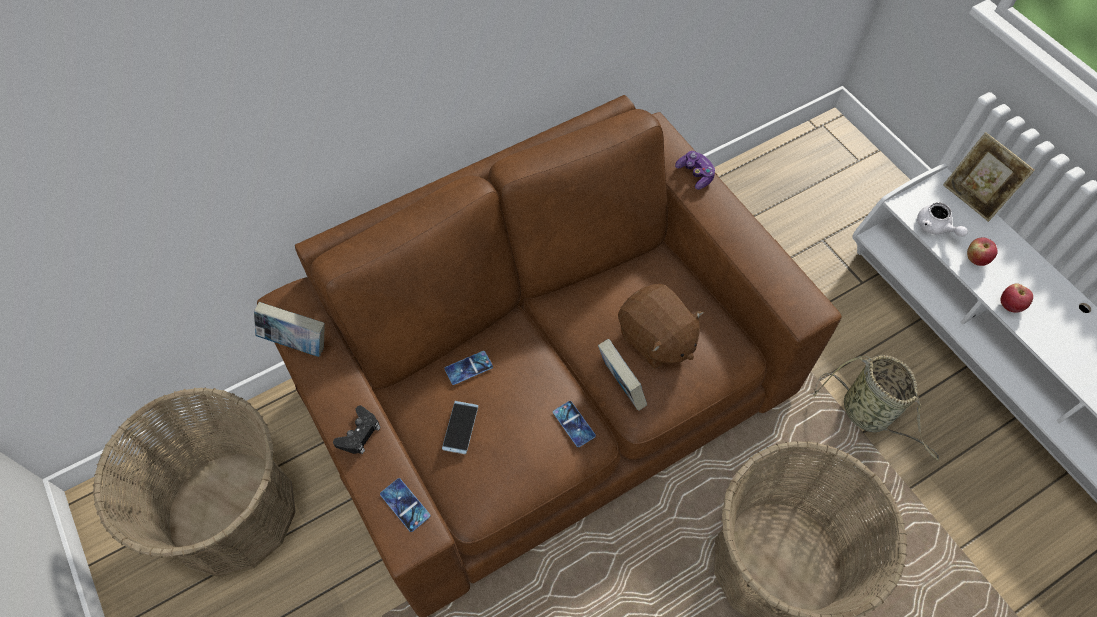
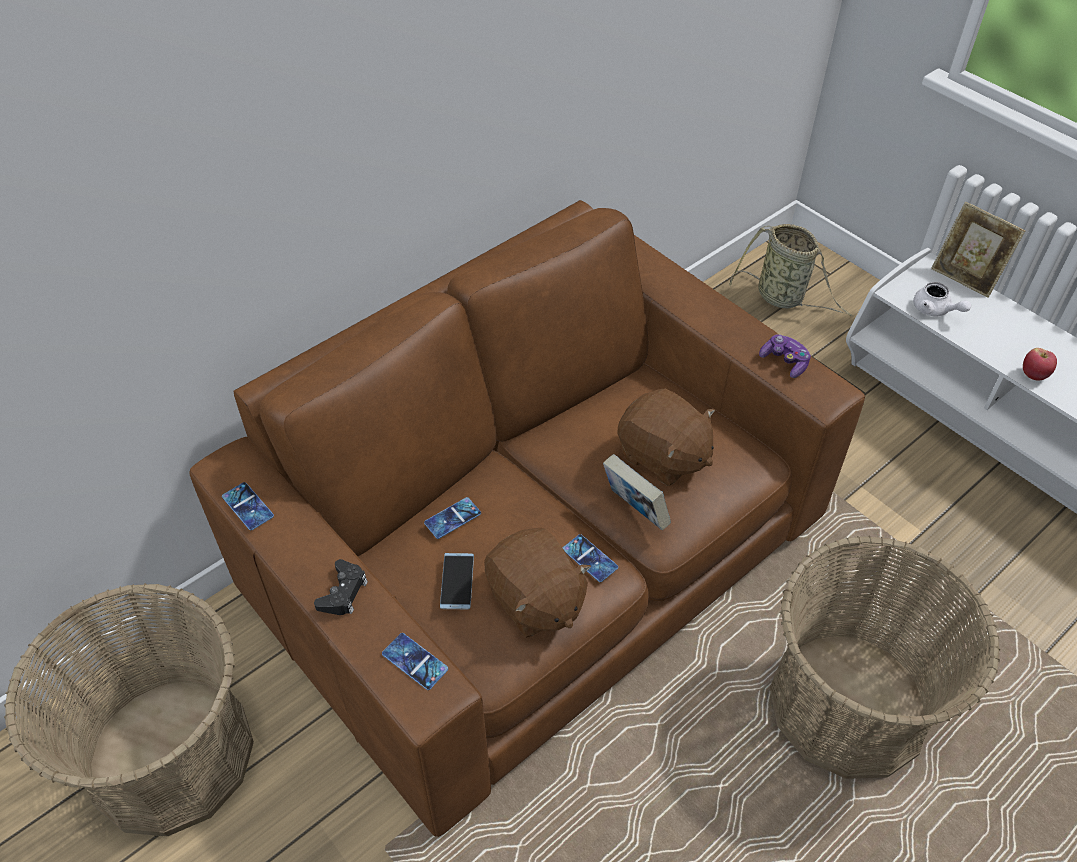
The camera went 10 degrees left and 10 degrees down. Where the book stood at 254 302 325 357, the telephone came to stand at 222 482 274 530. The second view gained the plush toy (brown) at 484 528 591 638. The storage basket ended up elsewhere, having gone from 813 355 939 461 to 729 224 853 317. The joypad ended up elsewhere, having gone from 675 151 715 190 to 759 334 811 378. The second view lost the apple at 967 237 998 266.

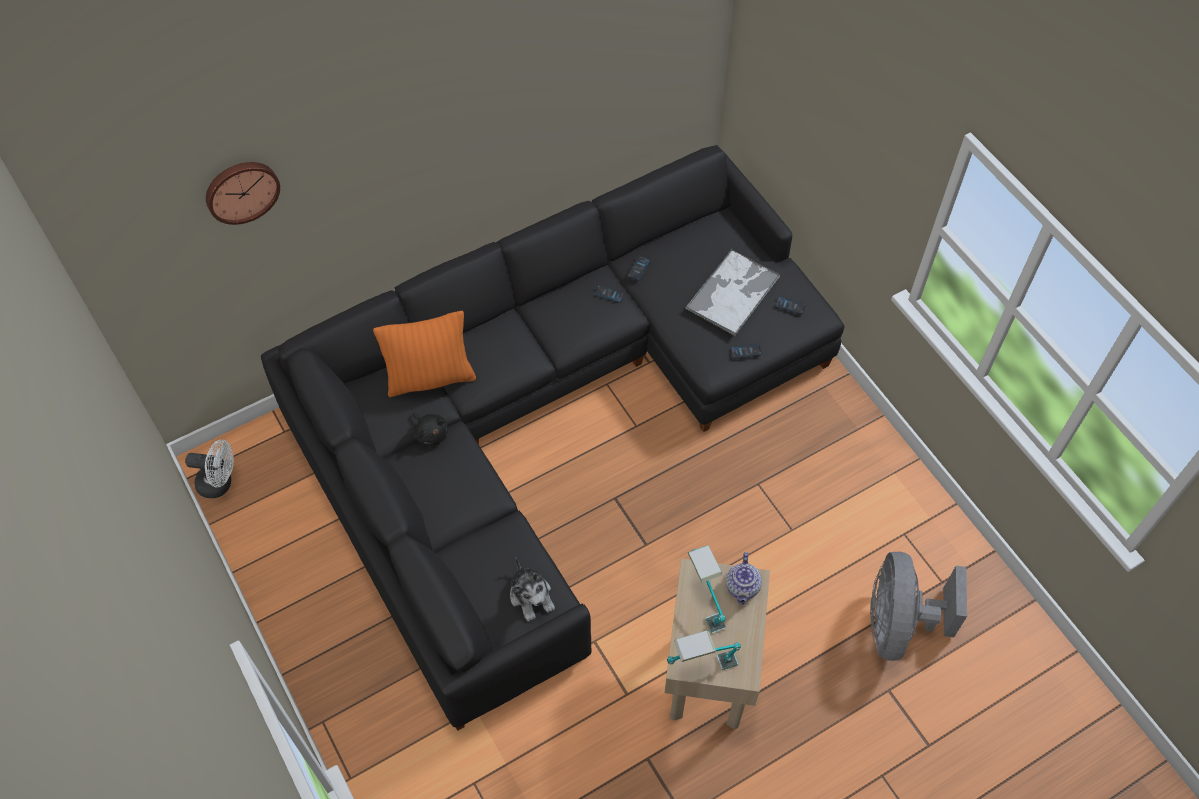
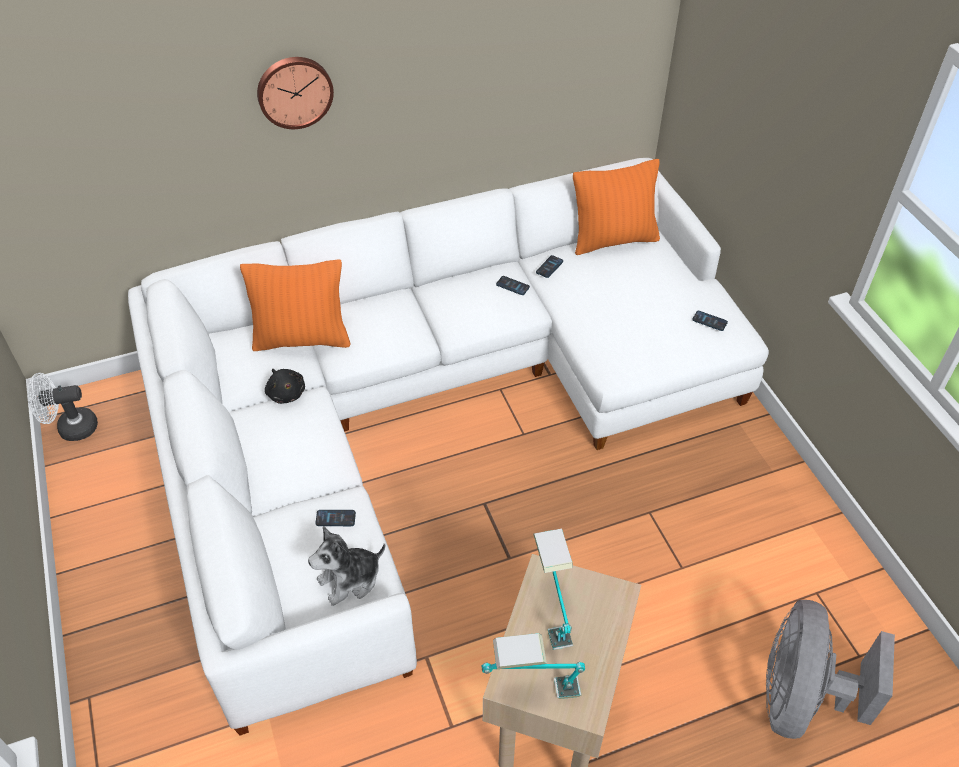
The camera went 10 degrees right and 10 degrees down. The electric fan (white) at 185 440 234 498 ended up facing another way, 150 degrees clockwise from before. What was the sofa (blackish) at 261 145 845 730 turned into the sofa (white) at 128 158 769 736. The hanging clock ended up elsewhere, having gone from 206 162 280 225 to 257 57 334 129. The plush toy at 510 557 555 622 ended up facing another way, 75 degrees clockwise from before. The telephone ended up elsewhere, having gone from 730 343 762 359 to 315 510 356 526. The second view gained the pillow (orangey) at 573 159 660 255. The second view lost the tray at 685 249 780 337. The second view lost the tea pot at 726 552 762 605.

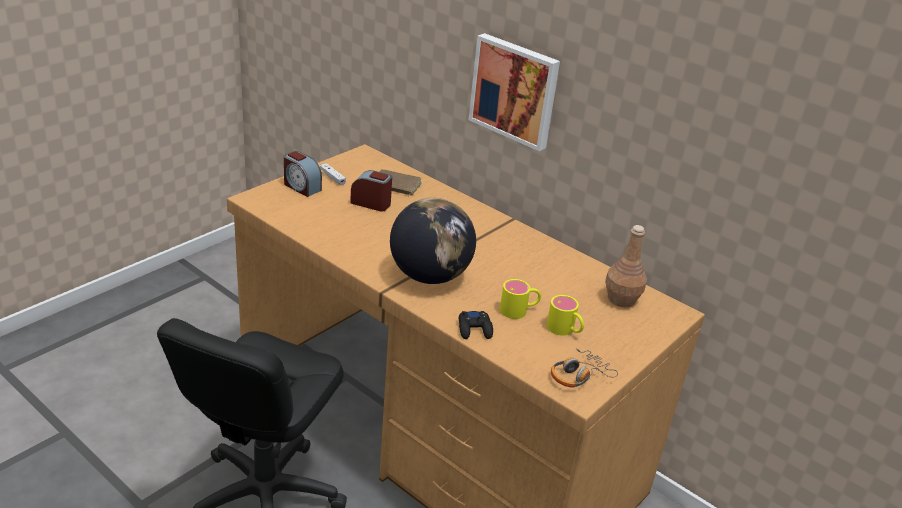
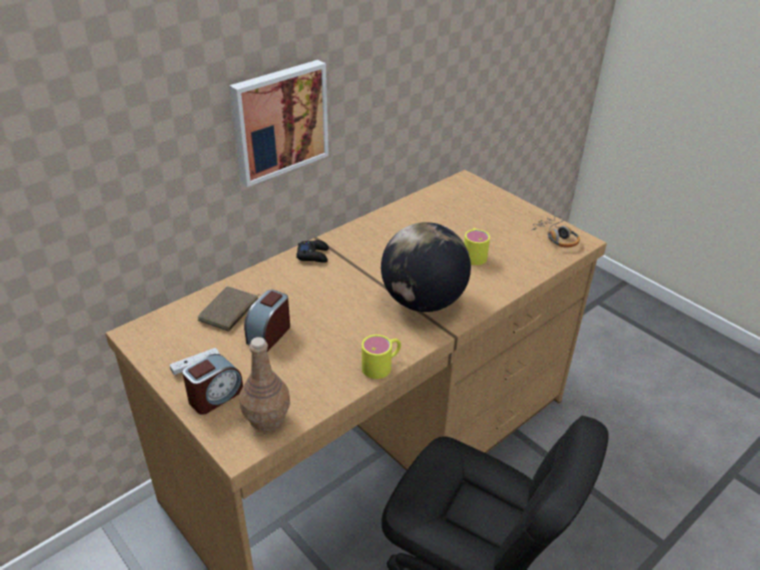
The camera went 80 degrees left and 5 degrees up. The bottle (brown) ended up elsewhere, having gone from 605 225 647 307 to 239 337 290 431. The joypad (blackish) ended up elsewhere, having gone from 459 311 493 339 to 296 240 329 263. The tea mug (yellowish) ended up elsewhere, having gone from 546 295 584 336 to 362 335 401 379.

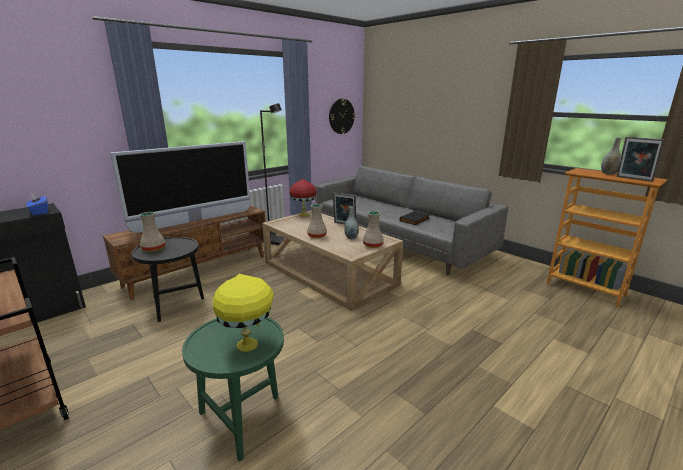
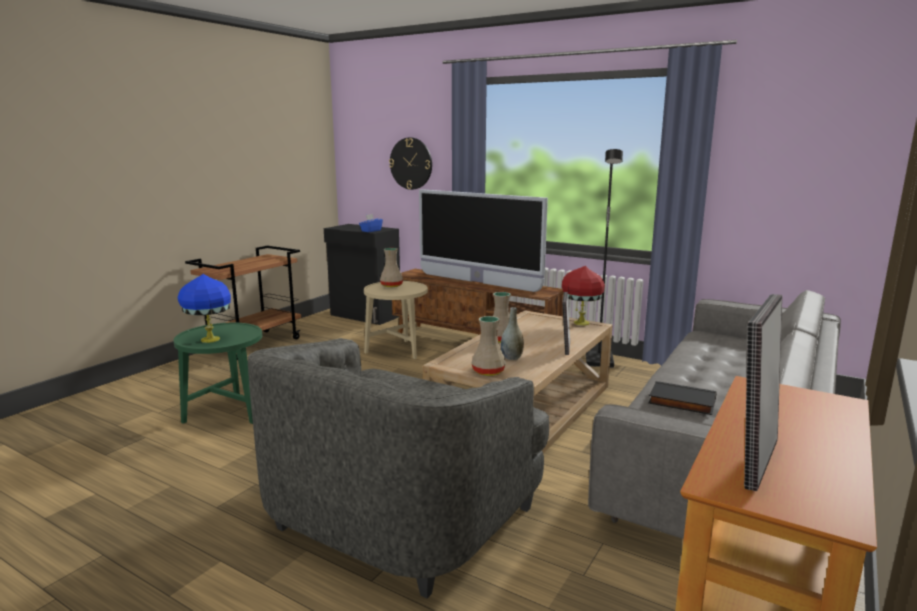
The camera went 75 degrees right and 5 degrees down. What was the lamp for a table (yellowish) at 213 274 274 352 turned into the lamp for a table (bluish) at 177 274 231 343. The second view gained the armchair (grey) at 248 338 549 598. What was the end table (blackish) at 131 237 204 322 turned into the end table (beige-coloured) at 364 281 428 359. The hanging clock ended up elsewhere, having gone from 329 99 355 134 to 389 138 432 190. The second view lost the vase (grey) at 601 137 621 175.

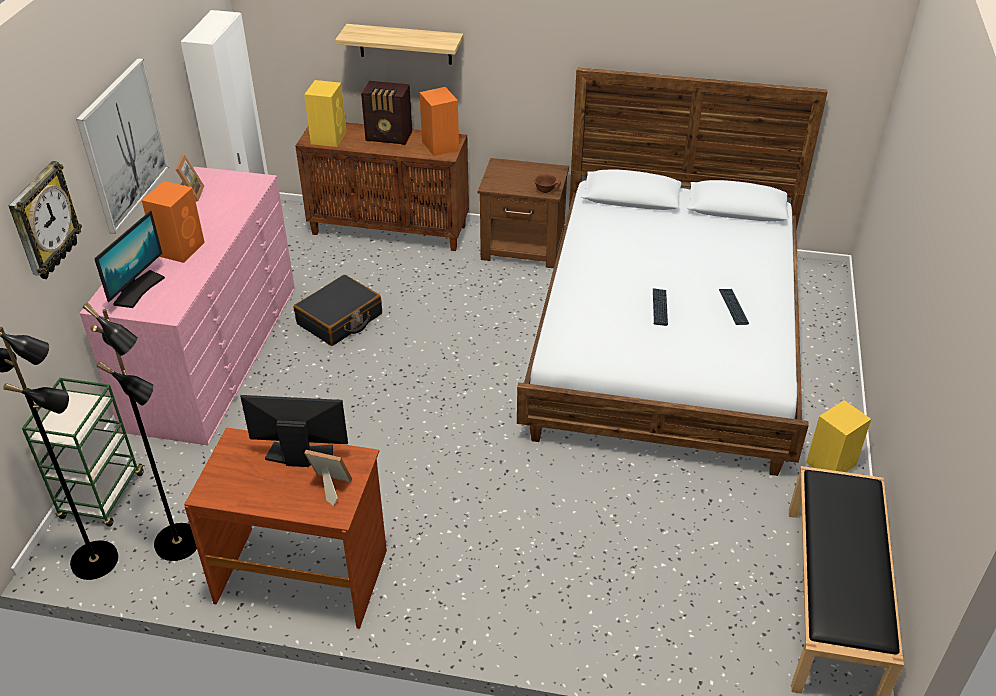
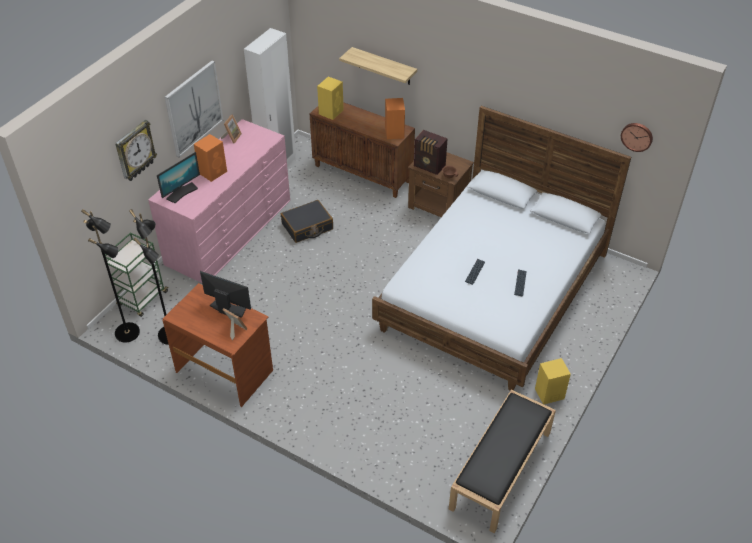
The camera went 20 degrees right and 5 degrees up. The radio receiver ended up elsewhere, having gone from 361 81 412 145 to 414 130 448 175. The second view gained the hanging clock at 621 123 653 152.

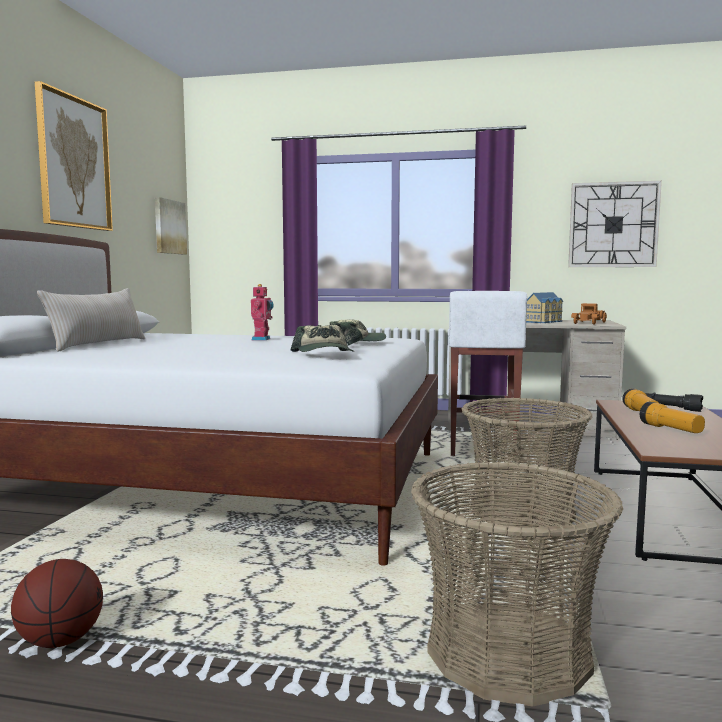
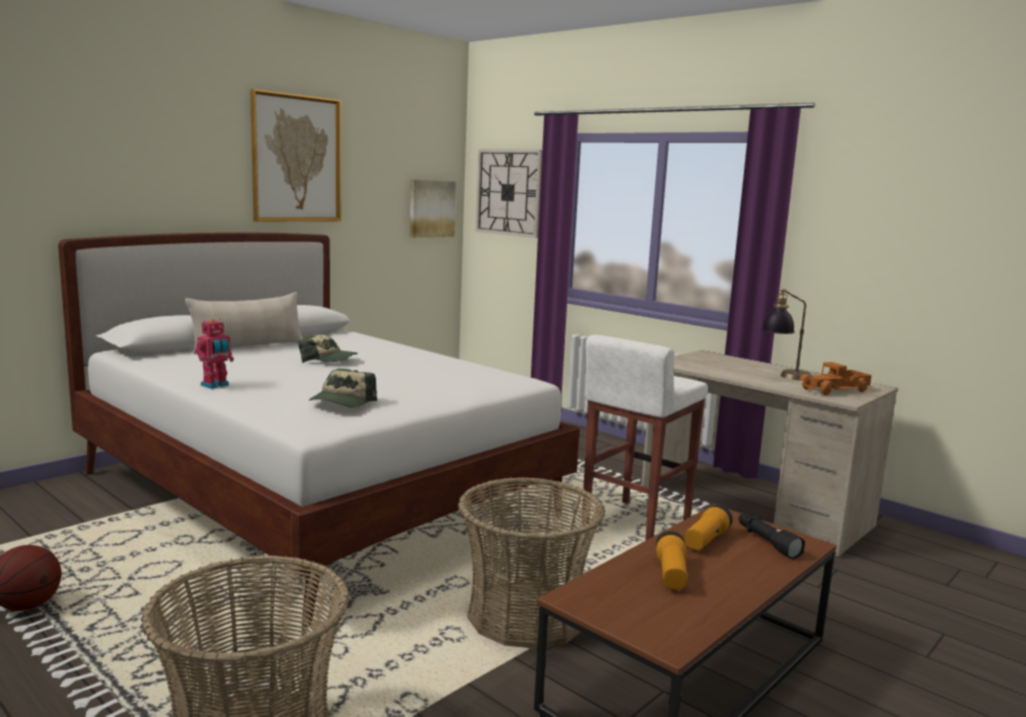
The camera went 30 degrees right and 5 degrees up. The toy robot ended up elsewhere, having gone from 251 284 274 341 to 195 319 234 389. The peaked cap ended up elsewhere, having gone from 330 319 386 346 to 298 335 358 363. The hanging clock ended up elsewhere, having gone from 568 181 662 267 to 476 149 542 238. Where the toy house stood at 526 292 563 323, the lamp for a table came to stand at 761 288 812 381.

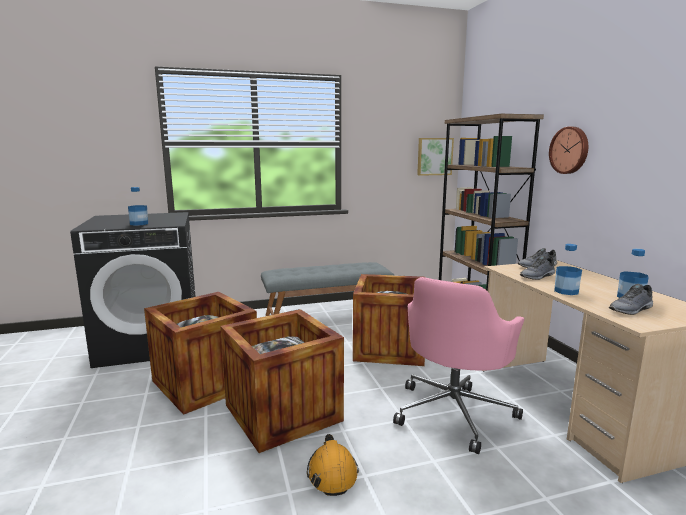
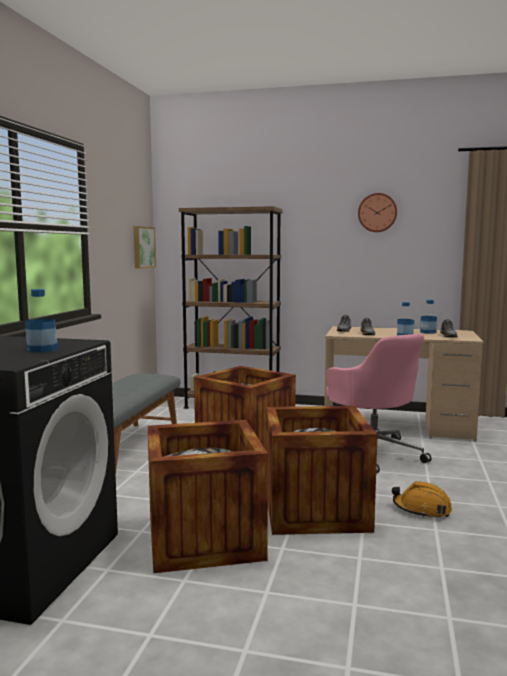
The camera went 60 degrees left and 5 degrees down. The hanging clock ended up elsewhere, having gone from 549 127 588 174 to 358 193 397 232.

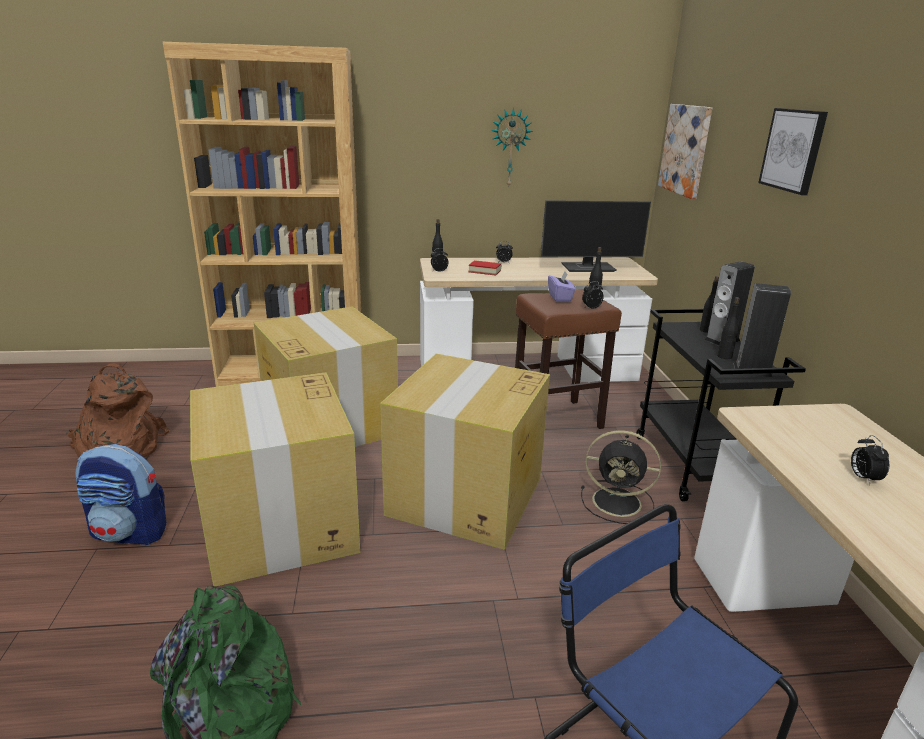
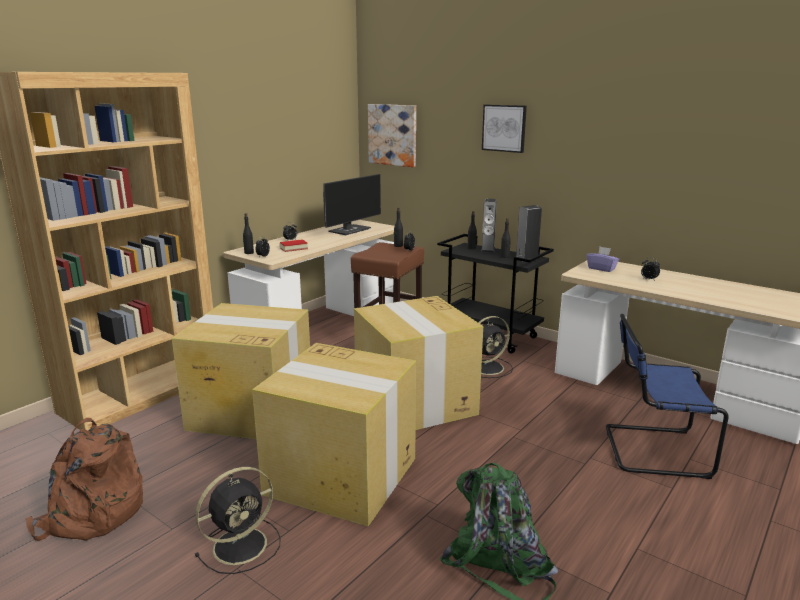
The camera went 45 degrees left and 5 degrees down. Where the rucksack stood at 76 444 167 546, the electric fan (blackish) came to stand at 195 467 280 574. The box of tissues (purple-coloured) ended up elsewhere, having gone from 548 271 576 301 to 587 247 619 272. The second view lost the hanging clock at 491 108 533 186.

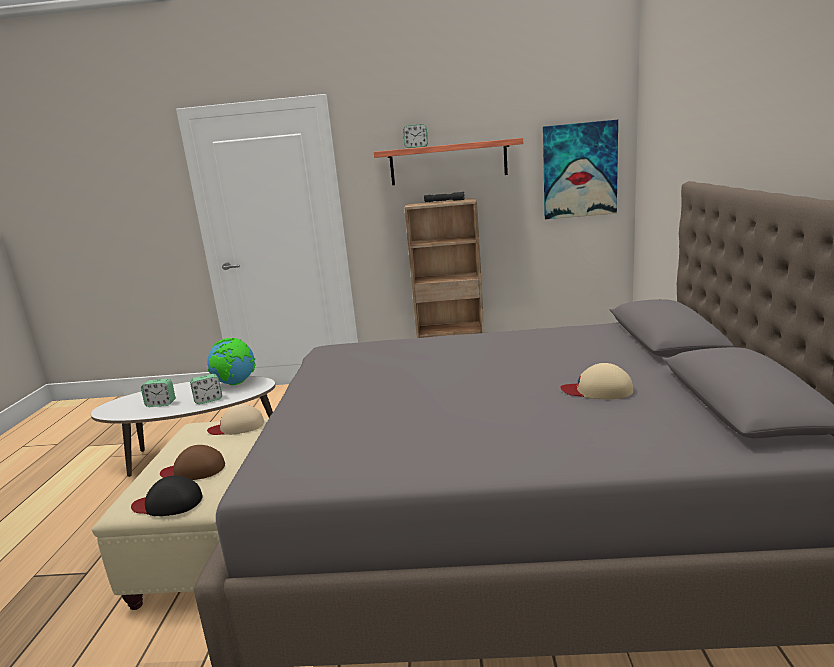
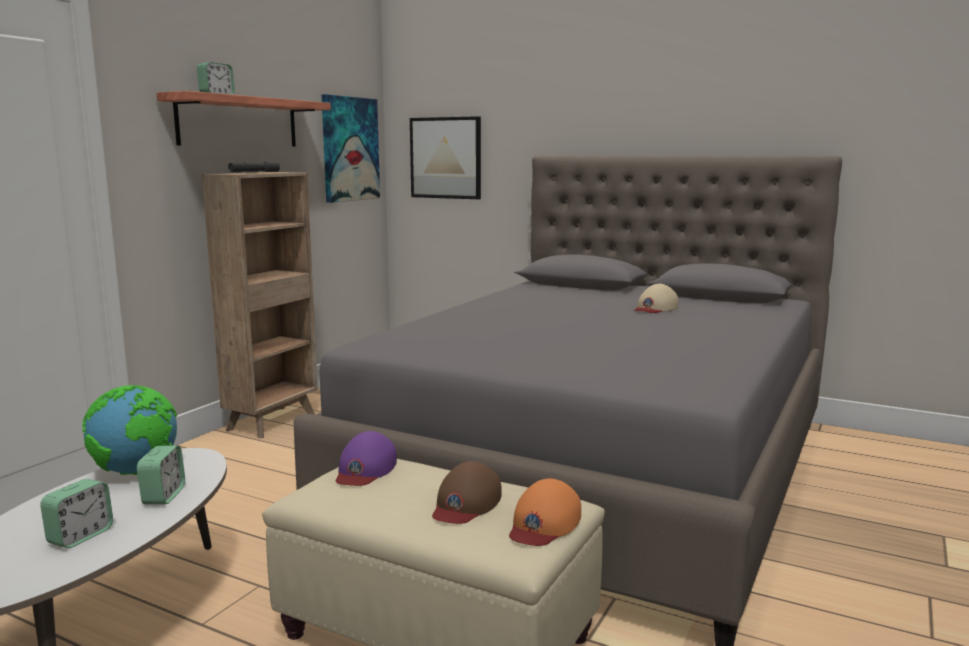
The camera went 65 degrees left and 5 degrees down. What was the peaked cap (beige-coloured) at 207 404 264 435 turned into the peaked cap (purple-coloured) at 336 431 397 486. The second view gained the wall picture at 410 116 481 199. What was the peaked cap (blackish) at 131 476 203 516 turned into the peaked cap (orangey) at 509 478 581 546.

